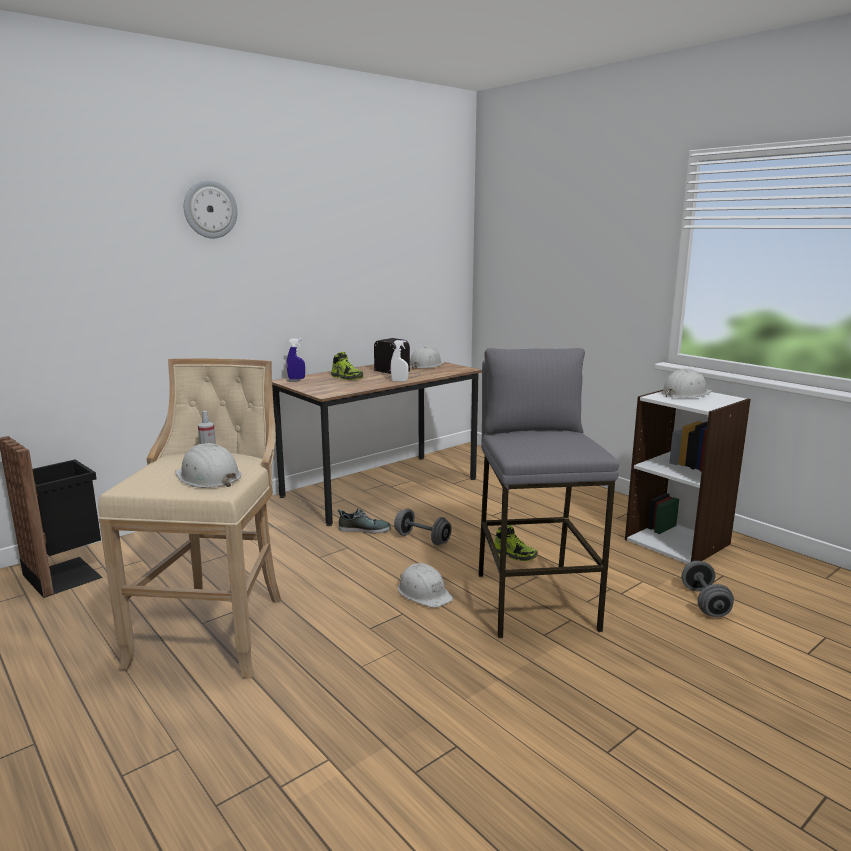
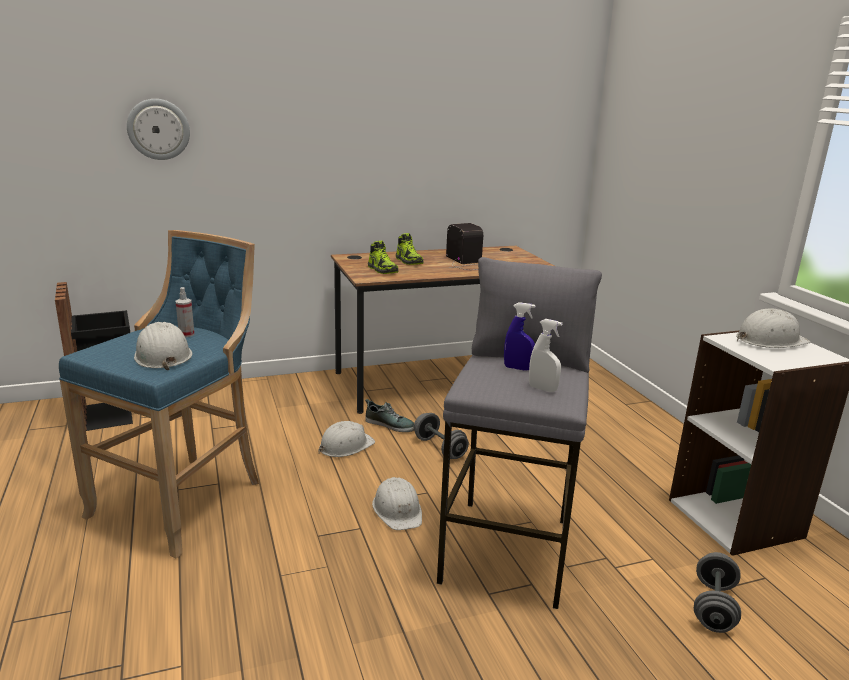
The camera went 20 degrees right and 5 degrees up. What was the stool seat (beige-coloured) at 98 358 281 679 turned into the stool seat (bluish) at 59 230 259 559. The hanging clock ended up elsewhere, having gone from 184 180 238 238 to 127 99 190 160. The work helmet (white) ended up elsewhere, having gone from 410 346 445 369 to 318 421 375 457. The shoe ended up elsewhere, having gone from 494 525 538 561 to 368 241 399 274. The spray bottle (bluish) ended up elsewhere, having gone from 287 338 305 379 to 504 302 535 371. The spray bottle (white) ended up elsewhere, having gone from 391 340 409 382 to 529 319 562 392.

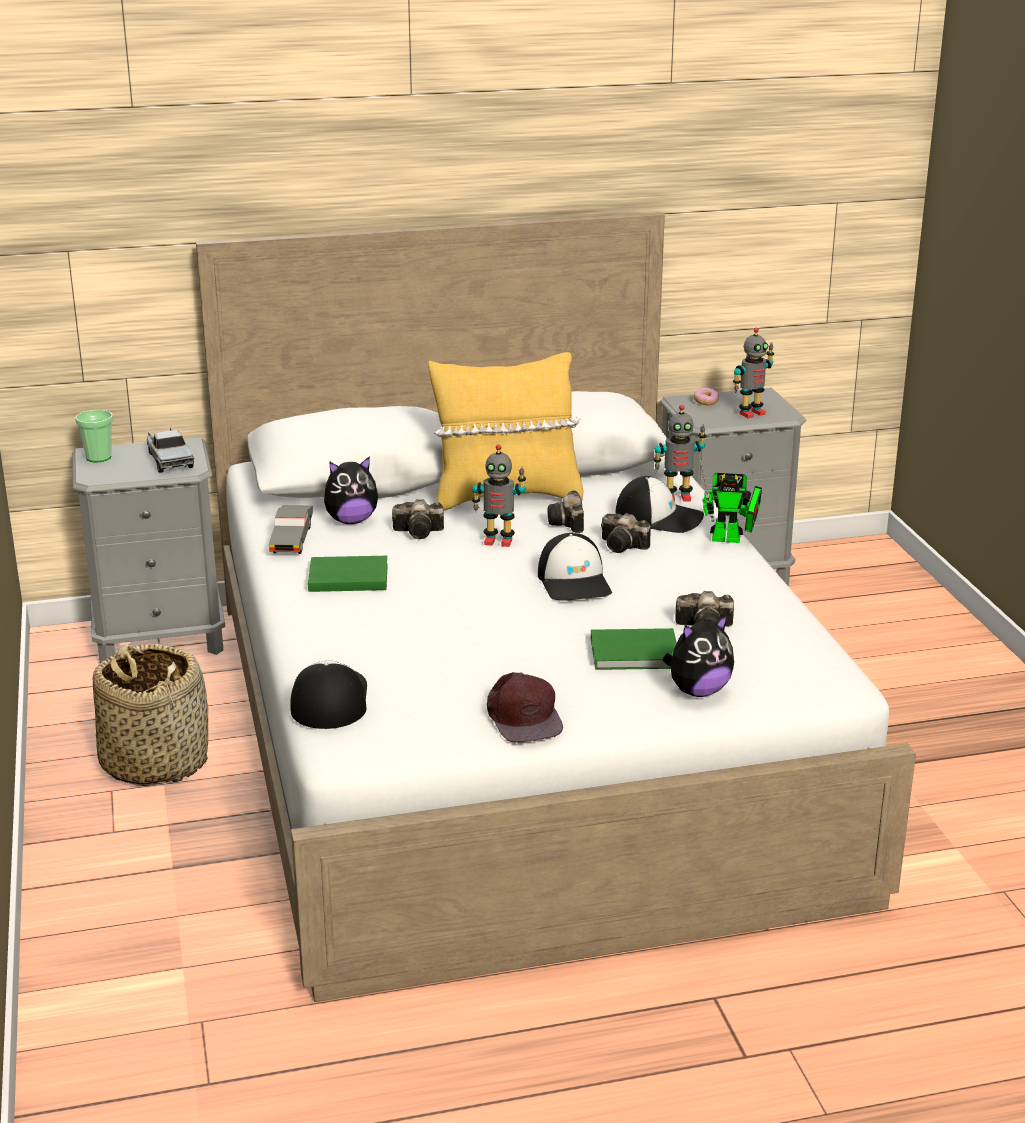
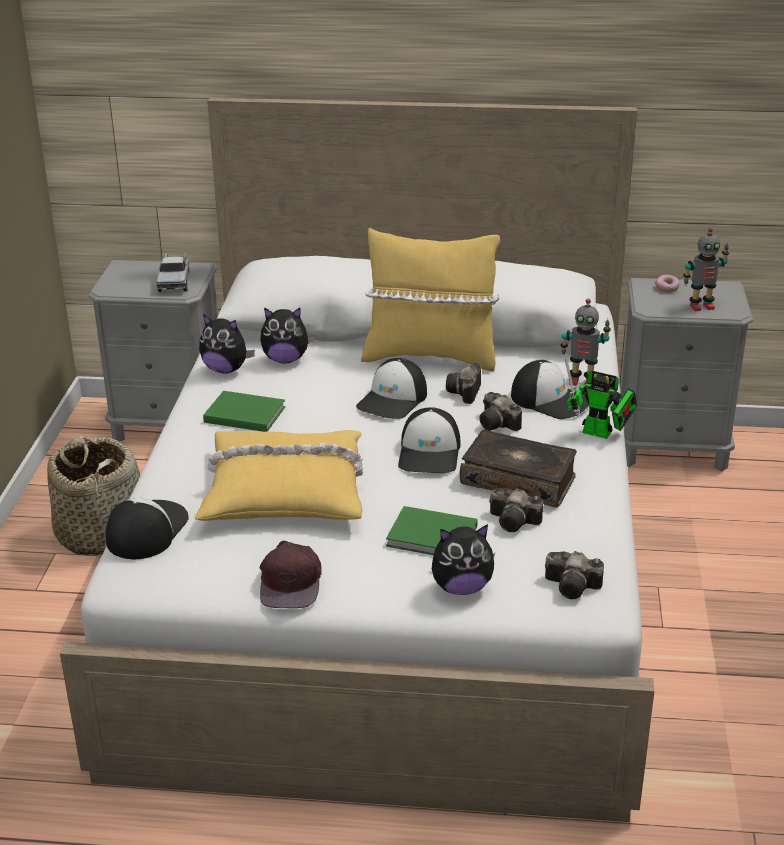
The camera went 20 degrees right and 5 degrees up. The second view gained the pillow (yellowish) at 195 430 363 521. Where the miniature car (grey) stood at 269 505 313 554, the plush toy came to stand at 199 314 255 374. Where the toy robot stood at 472 444 526 547, the peaked cap came to stand at 356 358 427 419. The second view gained the book at 460 430 577 507. The still camera ended up elsewhere, having gone from 392 499 444 539 to 545 551 604 599. The second view lost the drinking cup at 75 410 113 462.

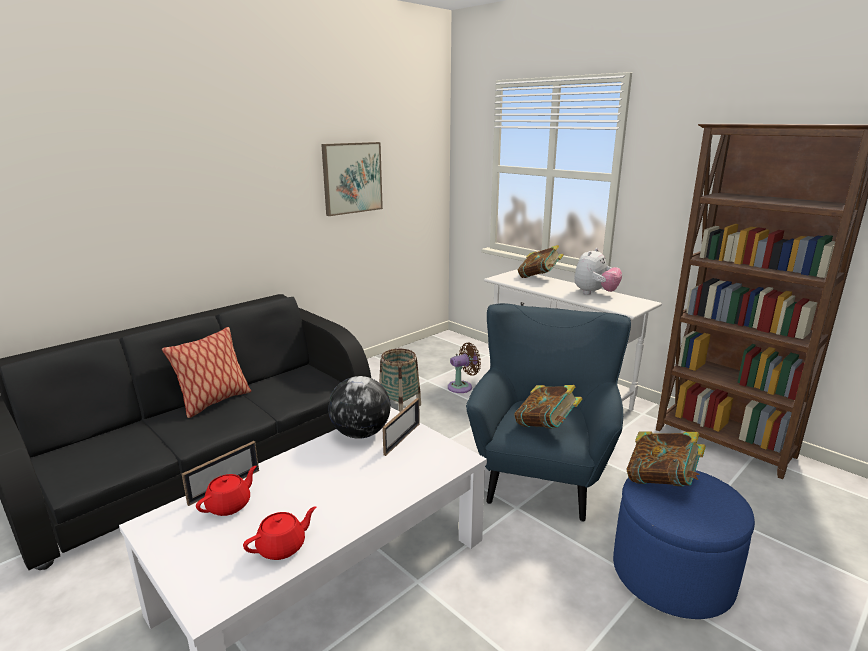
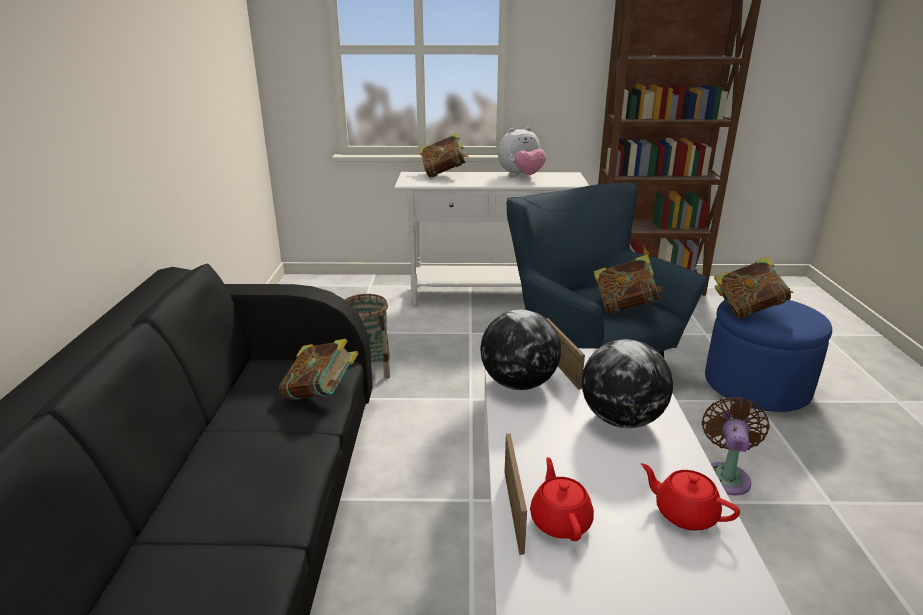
The camera went 45 degrees left and 5 degrees up. The second view gained the book at 279 339 359 400. The plush toy at 574 248 622 295 ended up facing another way, 75 degrees clockwise from before. The second view gained the globe at 582 339 673 428. The tea pot (red-coloured) at 243 506 316 560 ended up facing another way, 60 degrees counterclockwise from before. The electric fan (brown) ended up elsewhere, having gone from 448 343 481 393 to 702 397 770 495. The second view lost the pillow at 162 327 251 418. The second view lost the wall picture at 321 142 383 216.

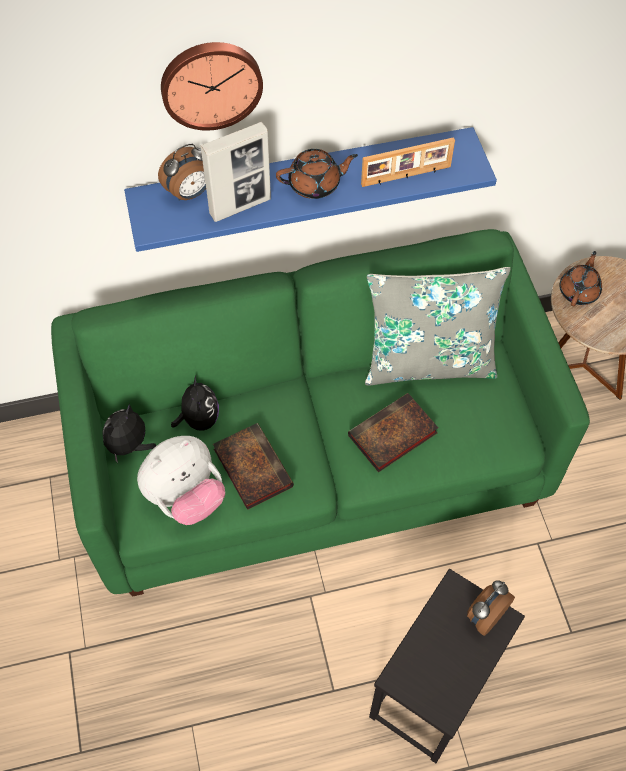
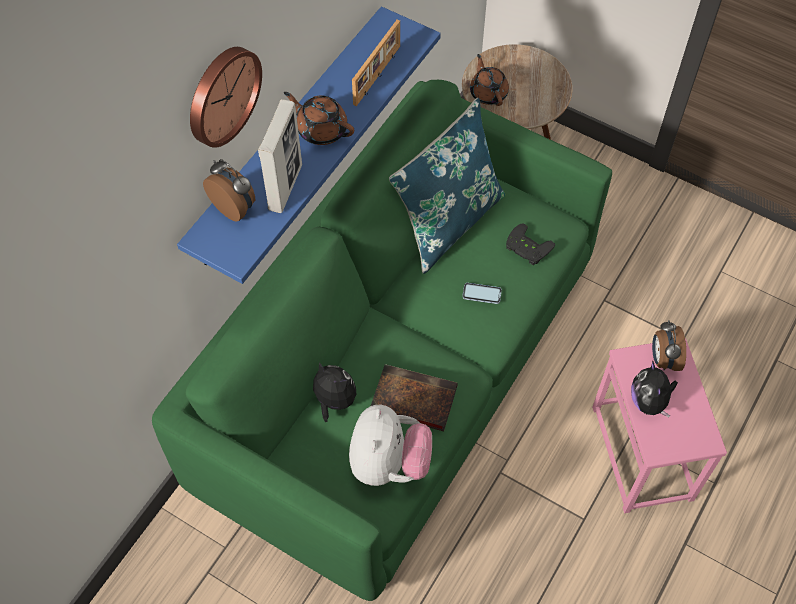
The camera went 45 degrees left and 0 degrees up. The table clock at 158 144 206 201 ended up facing another way, 60 degrees counterclockwise from before. The tea pot (brown) at 276 149 358 199 ended up facing another way, 90 degrees counterclockwise from before. What was the pillow (grey) at 365 267 511 386 turned into the pillow (bluish) at 389 98 505 274. Where the book stood at 348 393 438 473, the telephone came to stand at 462 283 502 304. The second view gained the joypad (blackish) at 506 223 555 265. What was the end table (blackish) at 369 569 525 763 turned into the end table (pink-coloured) at 592 338 727 513. The plush toy ended up elsewhere, having gone from 102 404 156 463 to 631 360 678 418.

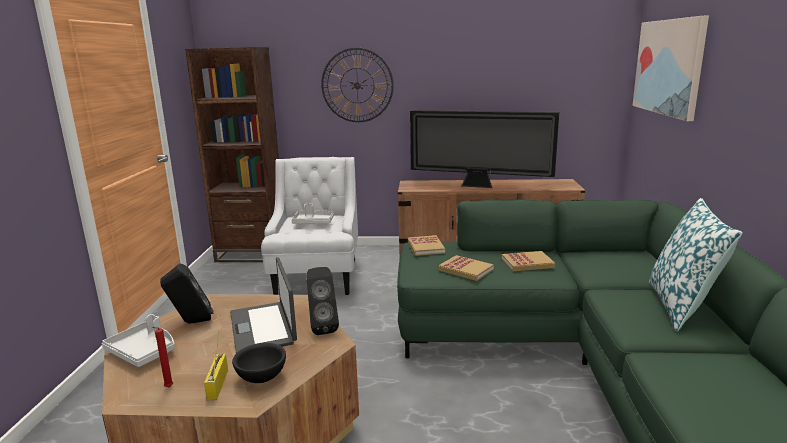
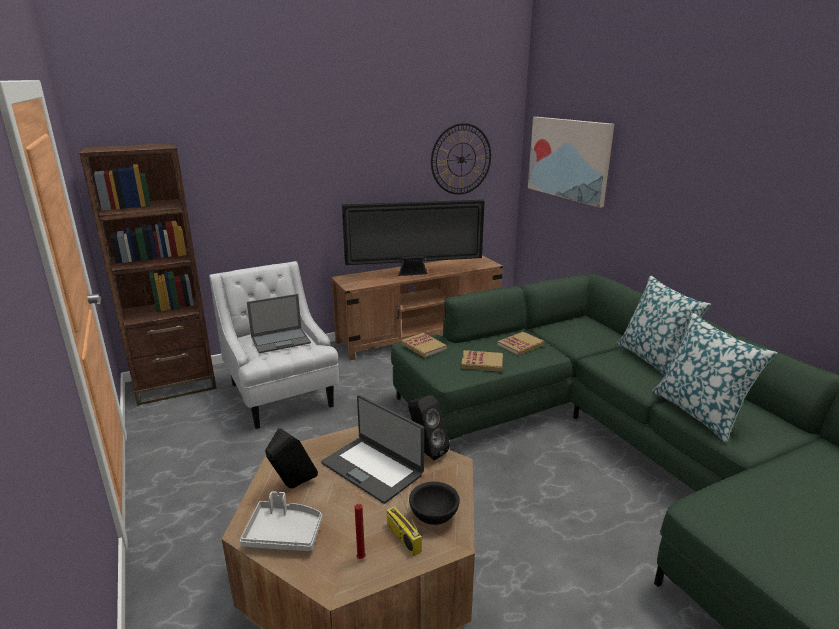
The camera went 30 degrees left and 5 degrees up. Where the tray (grey) stood at 291 204 334 224, the notebook computer came to stand at 247 294 311 353. The hanging clock ended up elsewhere, having gone from 321 48 394 122 to 431 123 491 195. The second view gained the pillow at 652 313 777 443.

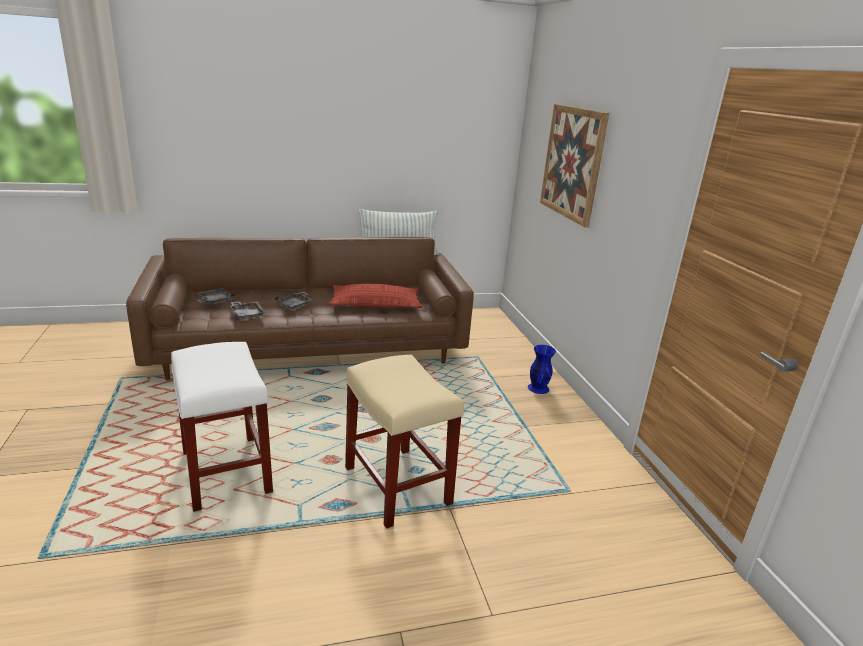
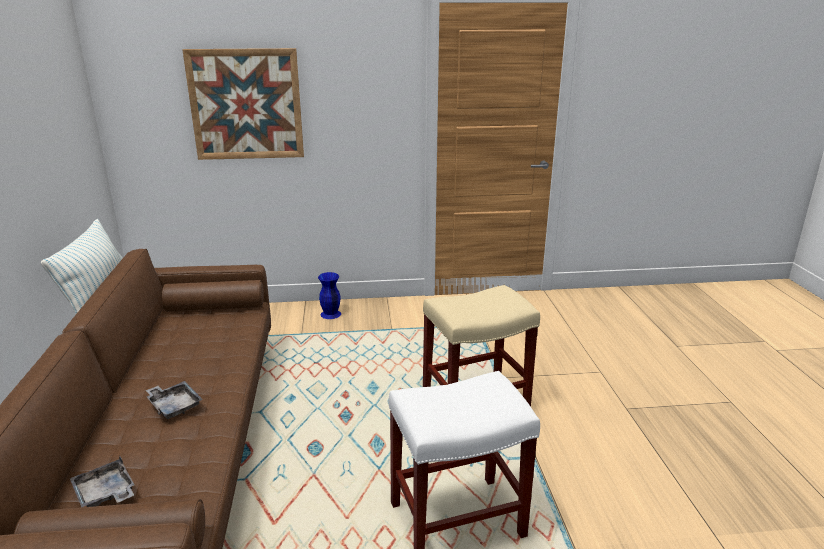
The camera went 80 degrees left and 0 degrees up. The second view lost the tray (grey) at 230 301 265 320. The second view lost the pillow at 328 284 422 308.

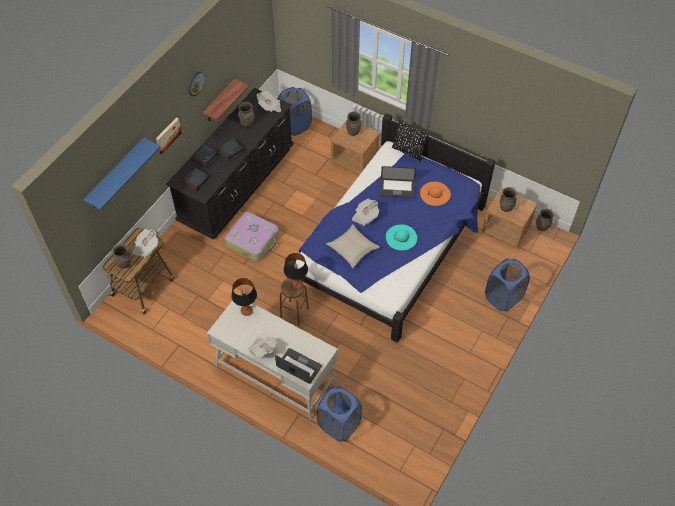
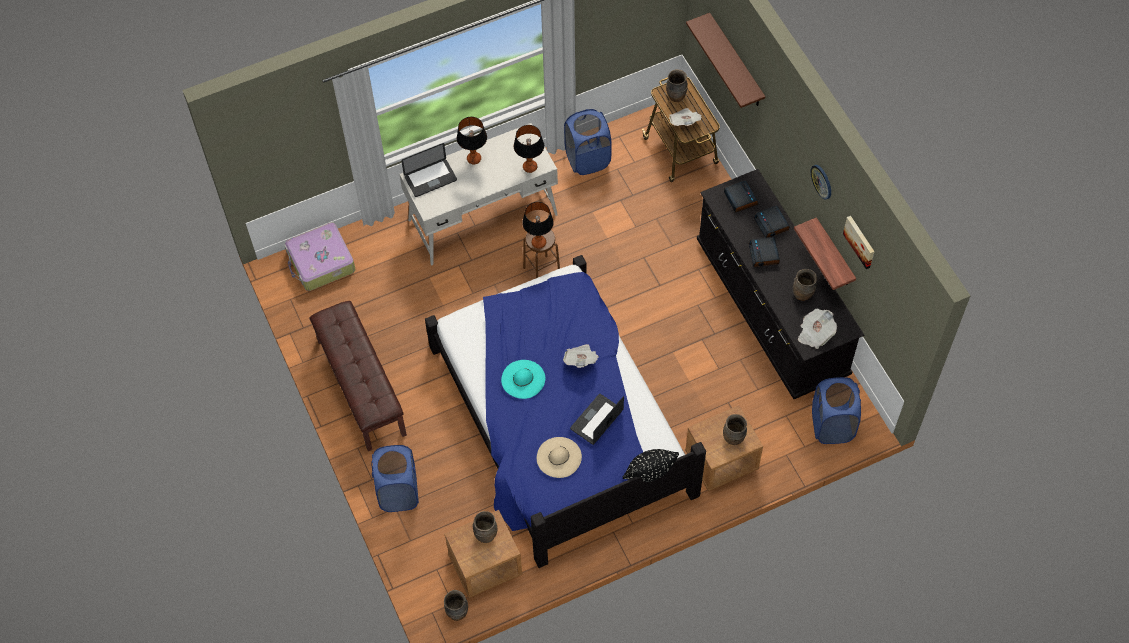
The camera went 125 degrees right and 5 degrees up. The suitcase ended up elsewhere, having gone from 225 212 279 262 to 285 222 355 291. The second view gained the bench (brown) at 310 301 407 451. Where the printed paper stood at 248 337 277 357, the lamp for a table came to stand at 457 117 487 165. What was the wearable hat (orangey) at 420 182 451 206 turned into the wearable hat (beige-coloured) at 537 437 582 478. The washing basket (bluish) ended up elsewhere, having gone from 317 386 362 442 to 564 109 612 175. What was the bracket shelf (bluish) at 83 138 161 210 turned into the bracket shelf (brown) at 686 13 765 108. The wall picture ended up elsewhere, having gone from 156 118 182 154 to 843 216 875 269. The second view lost the pillow (beige-coloured) at 326 224 380 268.

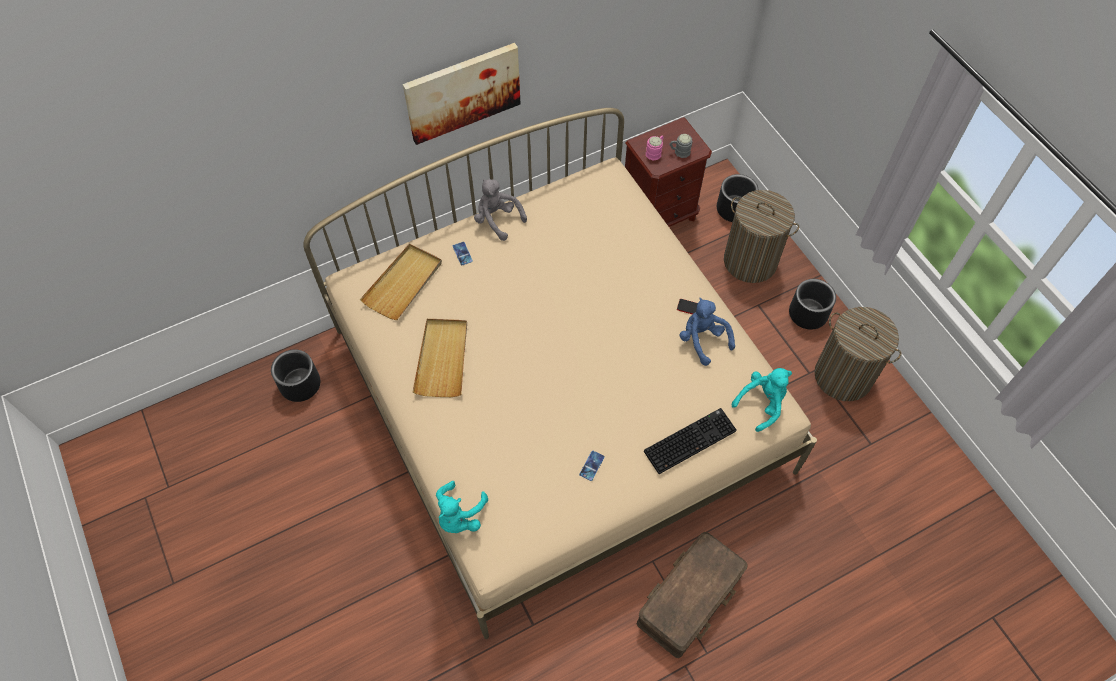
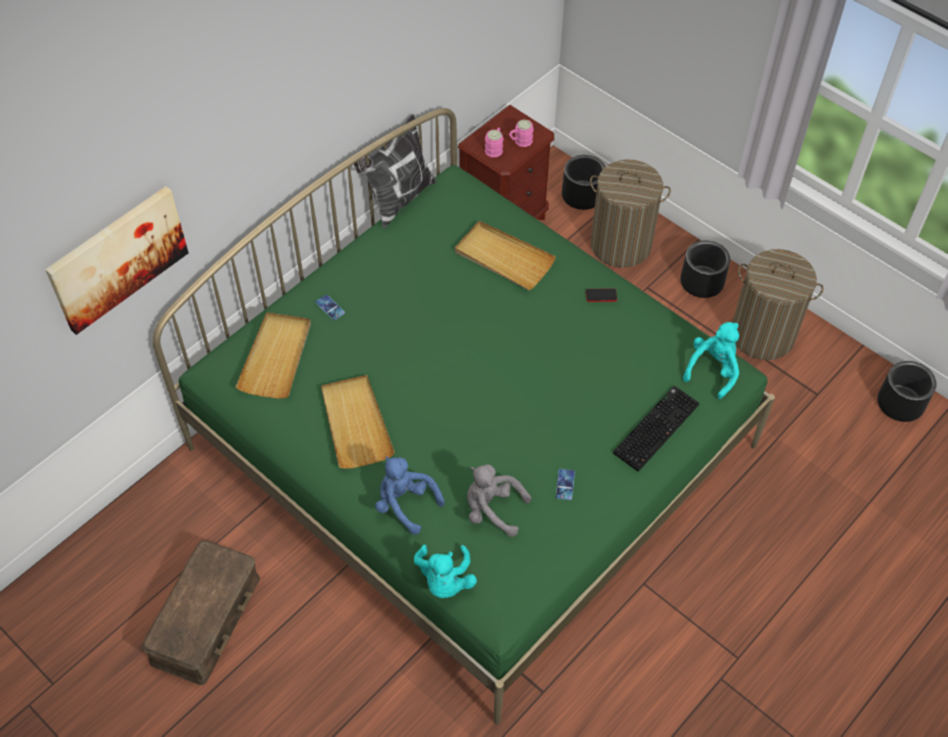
The camera went 20 degrees left and 5 degrees down. The wall picture ended up elsewhere, having gone from 403 43 521 145 to 45 186 188 335. The storage container (brown) ended up elsewhere, having gone from 637 532 748 658 to 141 540 260 685. What was the sleeping bed (beige-coloured) at 303 108 817 639 turned into the sleeping bed (greenish) at 153 108 775 725. The second view gained the pillow at 354 114 437 229. The plush toy (bluish) ended up elsewhere, having gone from 679 298 735 366 to 375 457 445 535. The second view gained the tray (beige-coloured) at 455 221 556 290. The plush toy (grey) ended up elsewhere, having gone from 474 179 527 241 to 467 464 531 537. What was the tea mug (grey) at 669 134 693 158 turned into the tea mug (pink-coloured) at 509 119 534 147. The flower pot (blackish) ended up elsewhere, having gone from 271 349 320 402 to 877 361 937 422.

